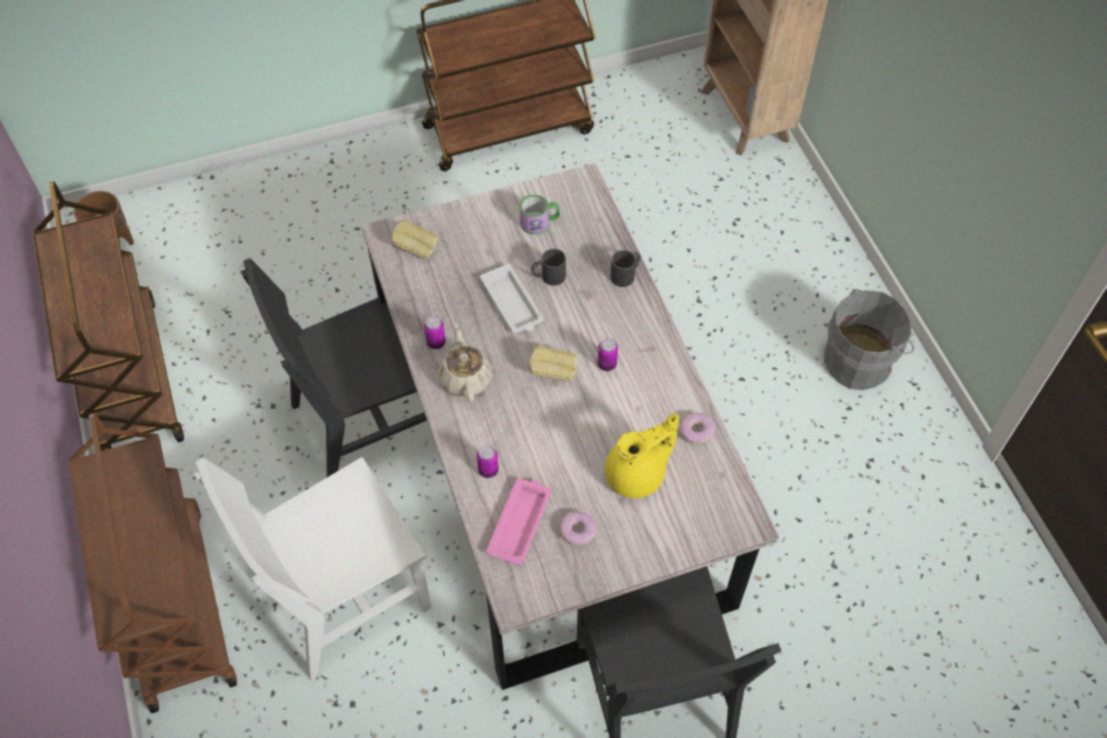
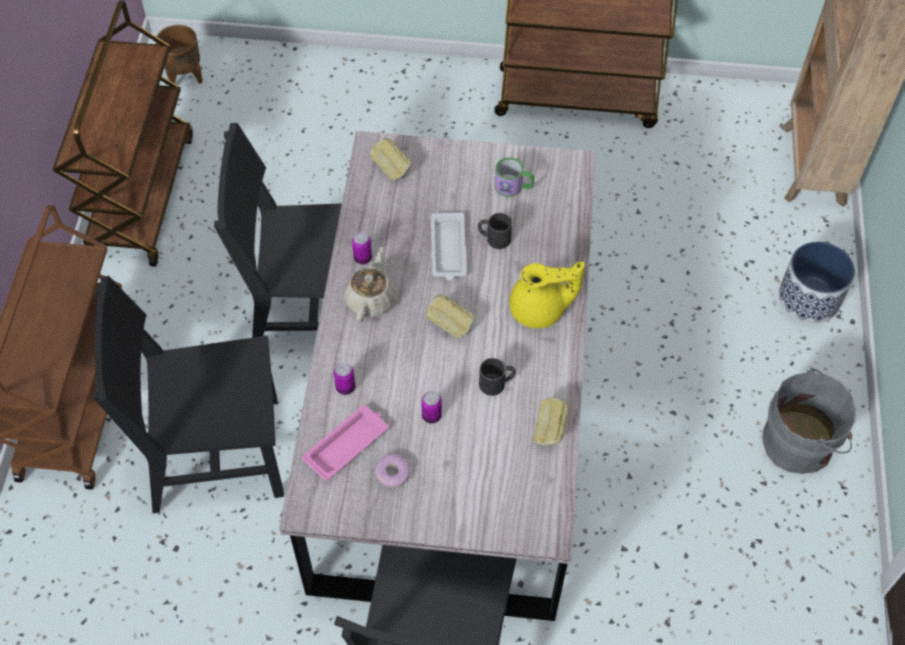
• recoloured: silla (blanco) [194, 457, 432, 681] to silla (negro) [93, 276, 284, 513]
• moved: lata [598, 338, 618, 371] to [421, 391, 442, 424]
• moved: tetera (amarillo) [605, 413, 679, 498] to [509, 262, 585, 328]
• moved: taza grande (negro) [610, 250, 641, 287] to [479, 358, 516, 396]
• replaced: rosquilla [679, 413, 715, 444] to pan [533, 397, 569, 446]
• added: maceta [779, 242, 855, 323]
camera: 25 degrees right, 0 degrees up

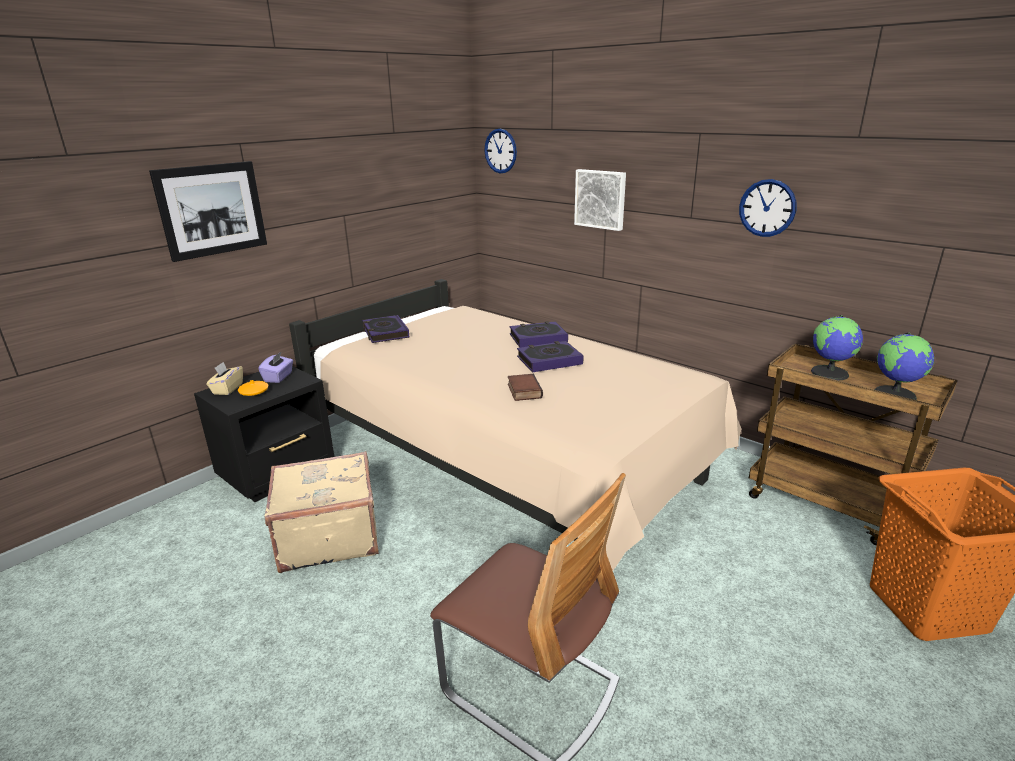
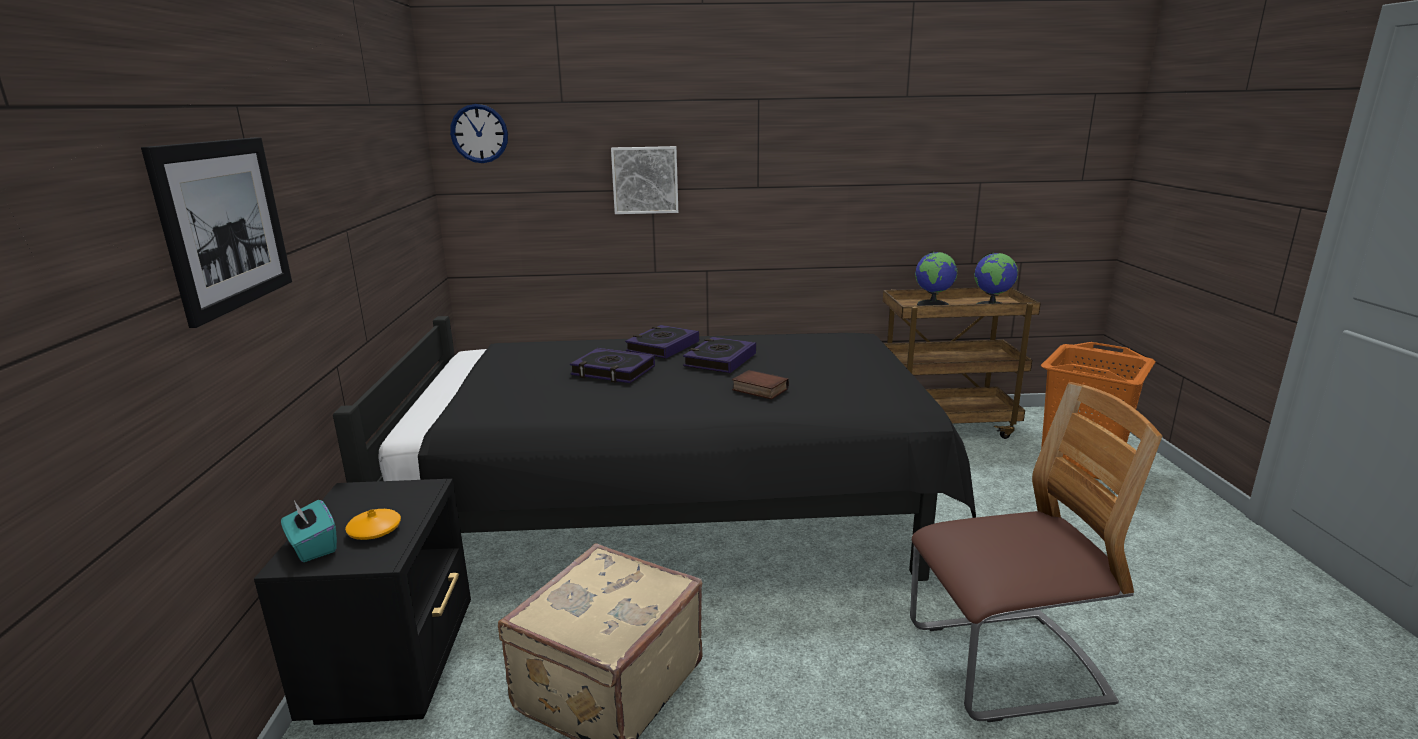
• recoloured: caja de pañuelos (beis) [206, 362, 243, 395] to caja de pañuelos (turquesa) [281, 500, 337, 562]
• removed: caja de pañuelos (morado) [258, 351, 293, 383]
• recoloured: cama (beis) [289, 279, 741, 571] to cama (negro) [333, 316, 976, 581]
• moved: libro [362, 315, 409, 343] to [570, 348, 655, 383]
• removed: reloj de pared [739, 179, 797, 237]
camera: 45 degrees left, 5 degrees down

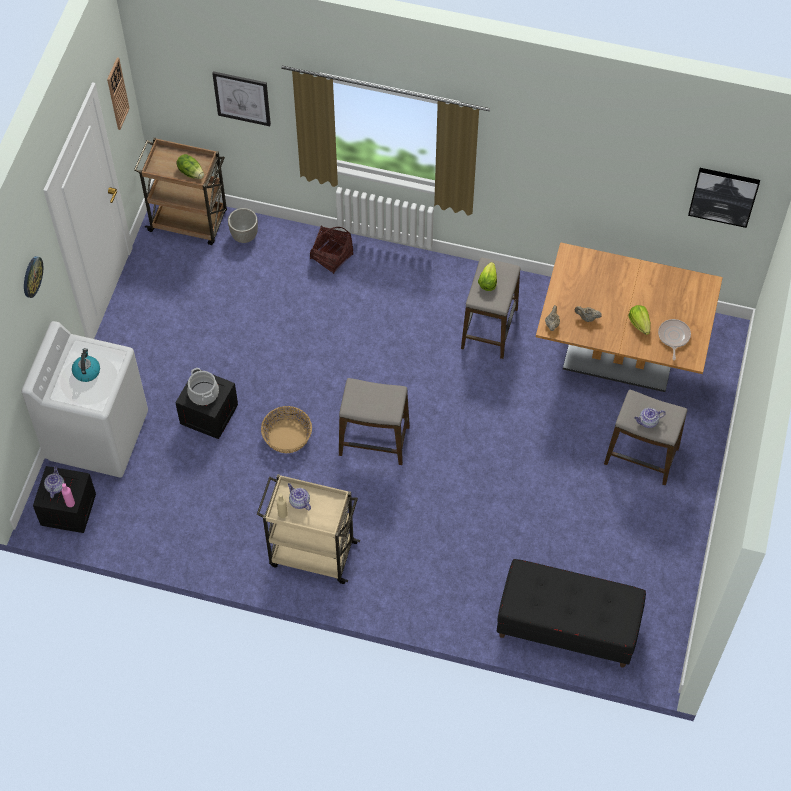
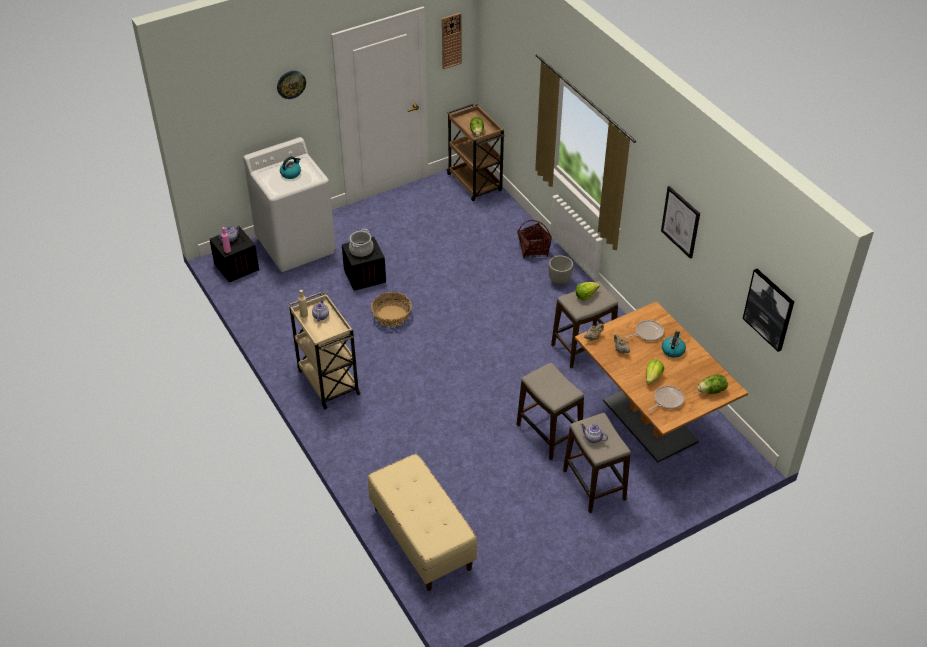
• moved: cuadro [212, 71, 271, 126] to [661, 186, 700, 259]
• moved: maceta [228, 208, 258, 243] to [549, 256, 573, 285]
• moved: taburete [339, 378, 410, 465] to [517, 363, 584, 460]
• recoloured: banco (negro) [497, 559, 646, 668] to banco (beis) [368, 454, 478, 591]
• added: sartén [625, 320, 664, 341]
• added: hervidor [662, 331, 686, 358]
• added: lechuga [697, 375, 728, 394]
camera: 45 degrees right, 15 degrees down

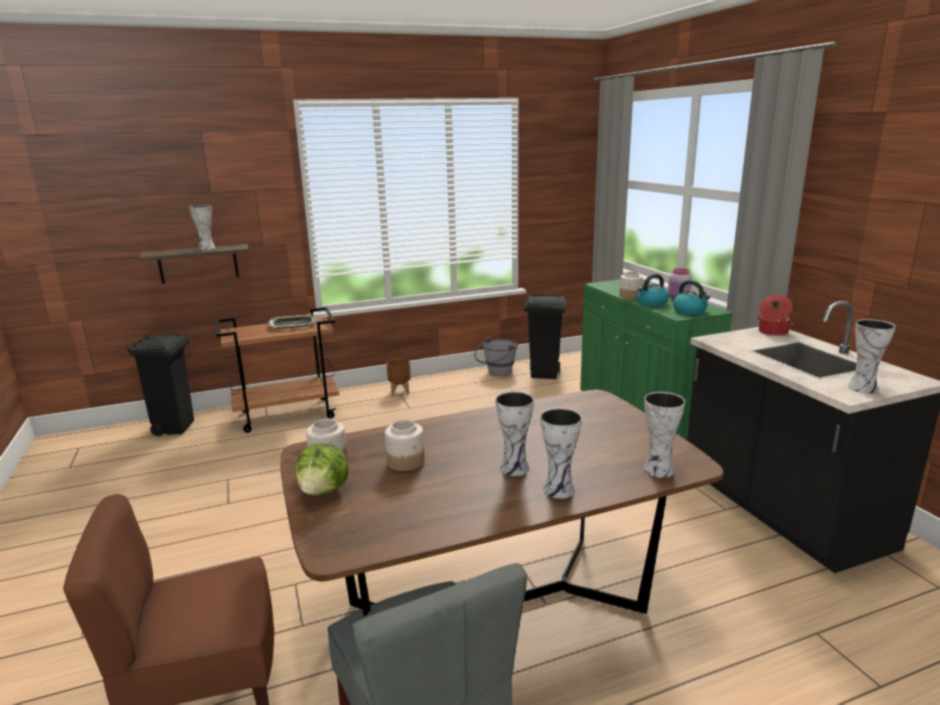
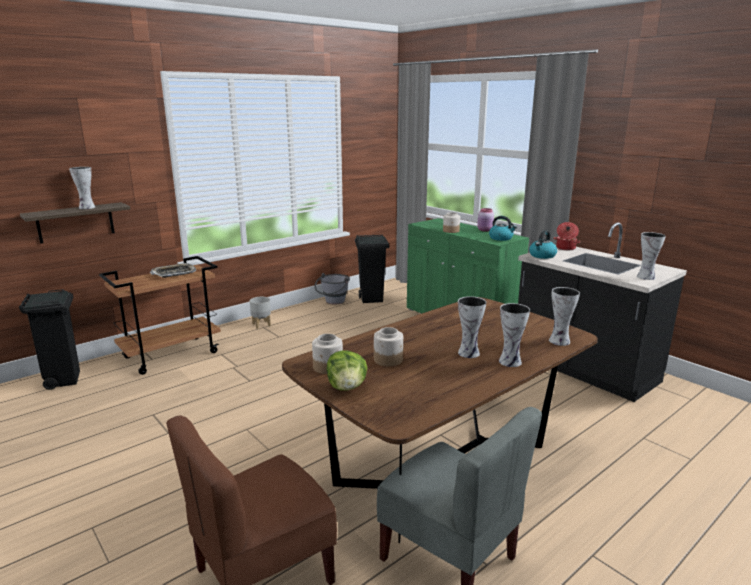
• recoloured: maceta (marrón) [387, 359, 411, 396] to maceta (gris) [250, 297, 271, 329]
• moved: hervidor [637, 274, 669, 307] to [529, 230, 557, 259]
camera: 20 degrees left, 0 degrees up

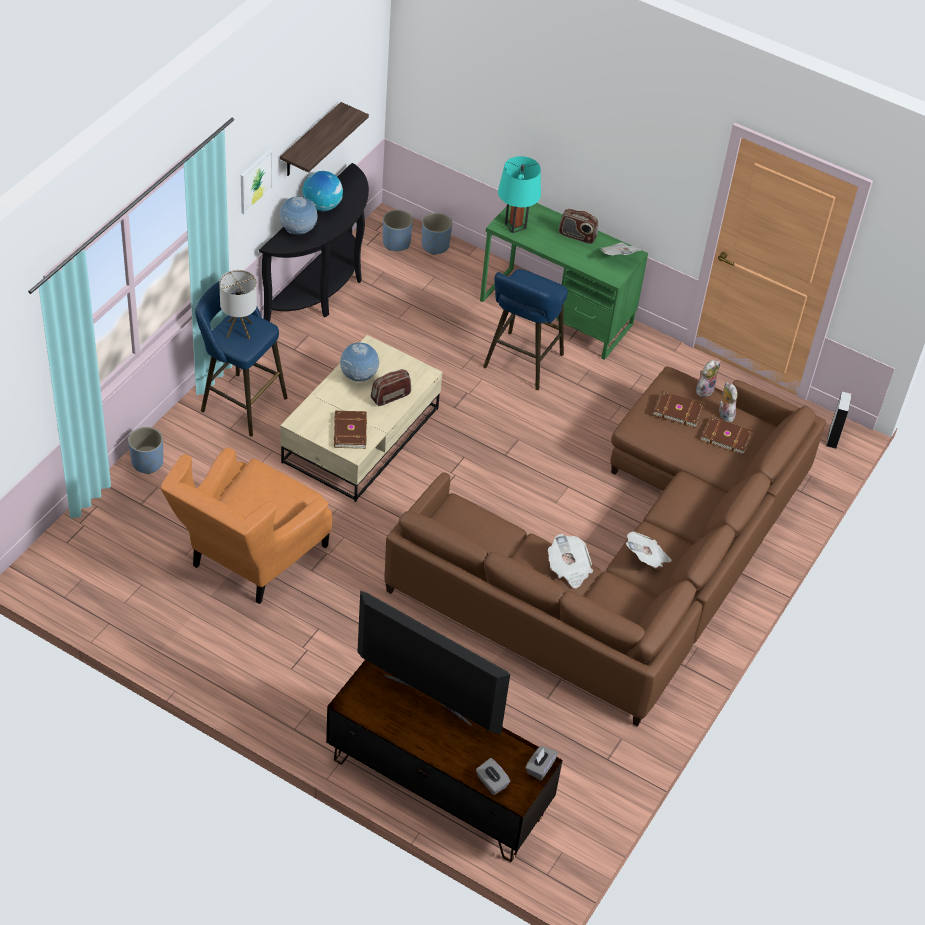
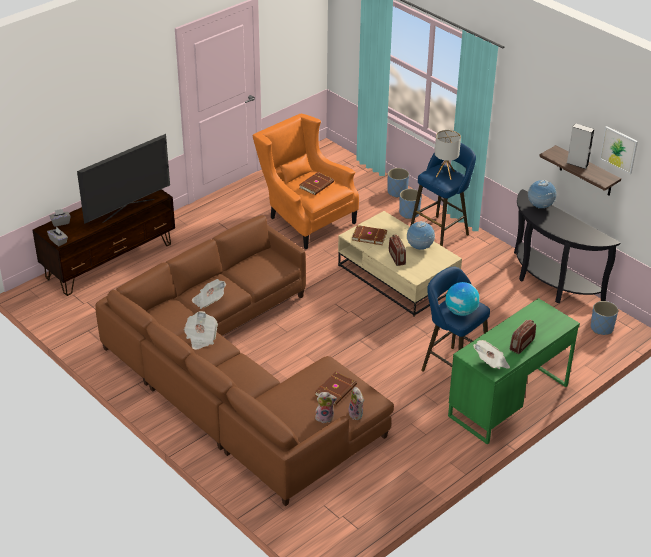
• moved: cuadro [241, 149, 273, 214] to [600, 126, 638, 174]
• moved: globo terráqueo [303, 171, 343, 211] to [445, 282, 479, 316]
• moved: maceta (azul) [422, 213, 452, 255] to [399, 189, 422, 219]
• removed: lámpara de mesa (turquesa) [498, 156, 541, 233]
• moved: libro (marrón) [701, 416, 753, 455] to [299, 172, 334, 195]
• moved: altavoz (gris) [826, 392, 852, 449] to [567, 123, 594, 169]
camera: 110 degrees right, 10 degrees down

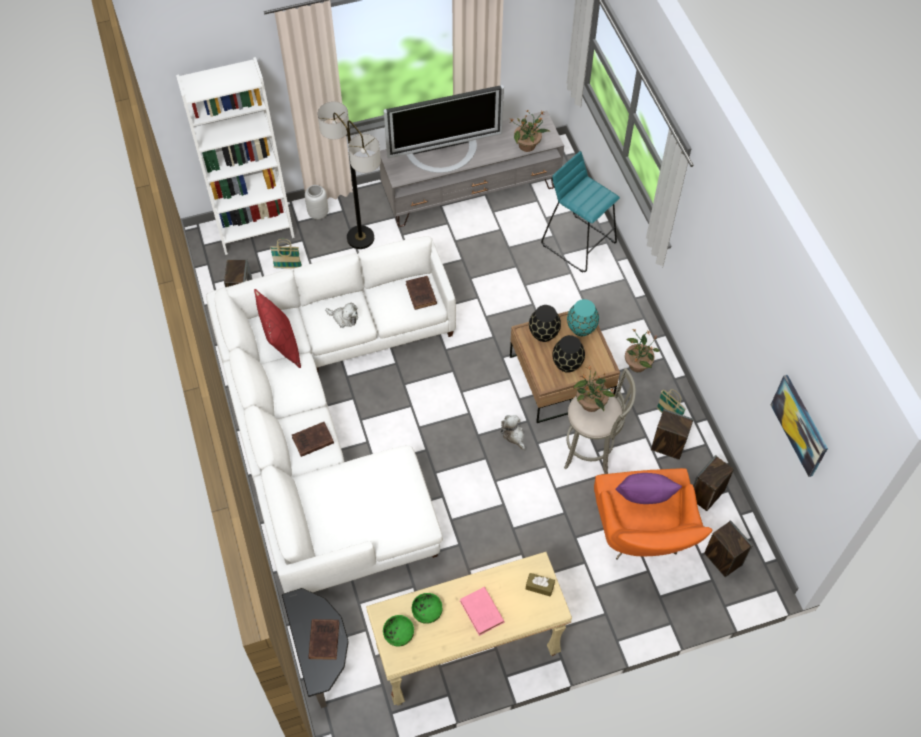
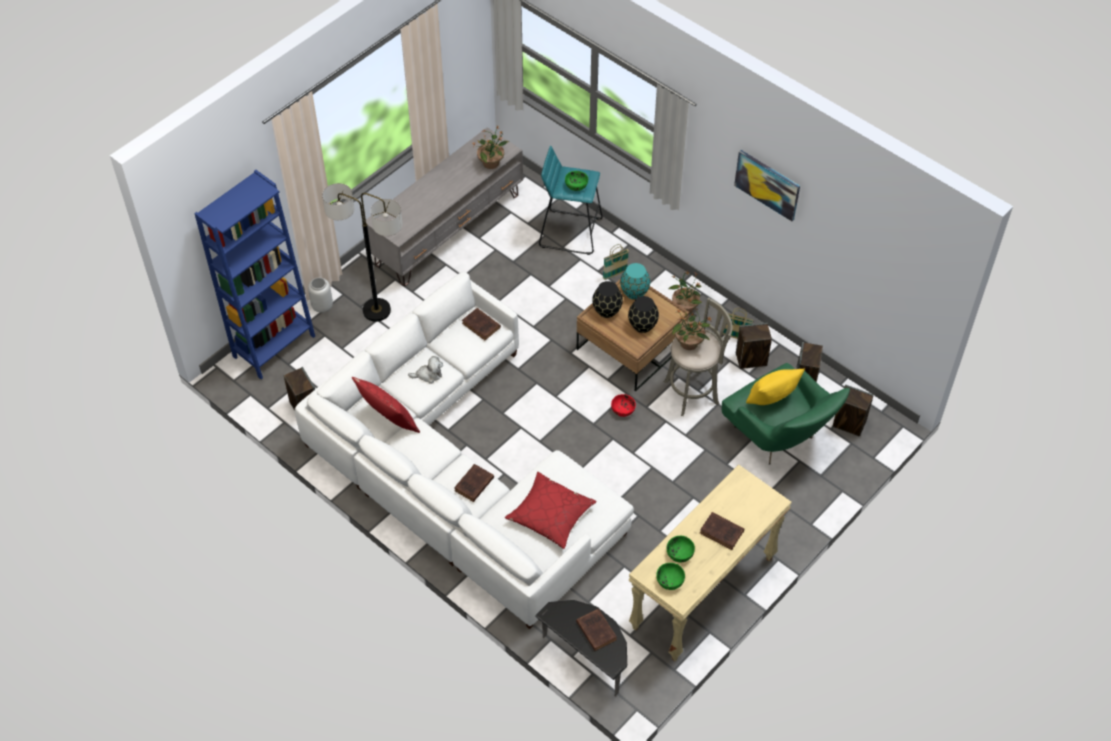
• recoloured: estantería (blanco) [176, 57, 295, 255] to estantería (azul) [194, 170, 315, 379]
• moved: cesta [270, 239, 302, 268] to [603, 244, 629, 280]
• removed: televisor [384, 85, 504, 173]
• recoloured: libro (rosa) [460, 587, 504, 636] to libro (marrón) [700, 512, 744, 550]
• replaced: peluche [501, 415, 525, 450] to cuenco (rojo) [611, 394, 636, 417]
• removed: caja de pañuelos (marrón) [526, 573, 555, 597]
• recoloured: sillón (naranja) [594, 468, 712, 560] to sillón (verde) [722, 363, 850, 465]
• recoloured: cojín (morado) [615, 473, 682, 504] to cojín (amarillo) [746, 369, 805, 405]
• moved: cuadro [771, 375, 828, 477] to [734, 150, 800, 221]
• added: cojín (rojo) [505, 472, 597, 549]
• added: cuenco (verde) [565, 171, 588, 191]
camera: 30 degrees left, 5 degrees down

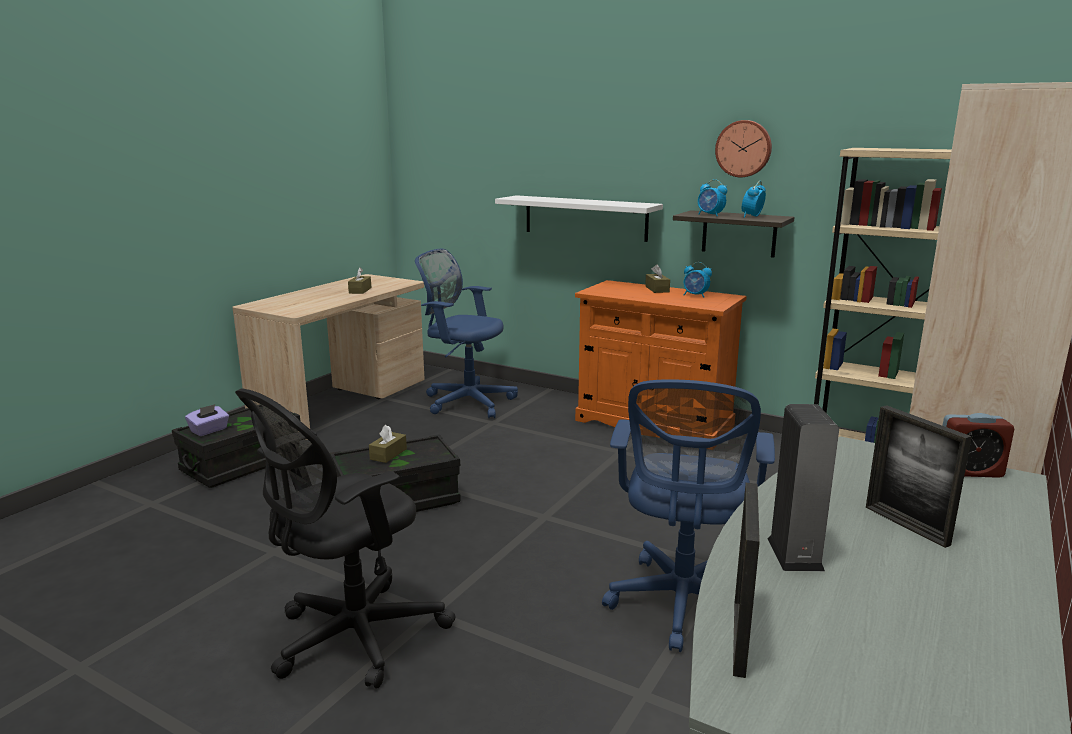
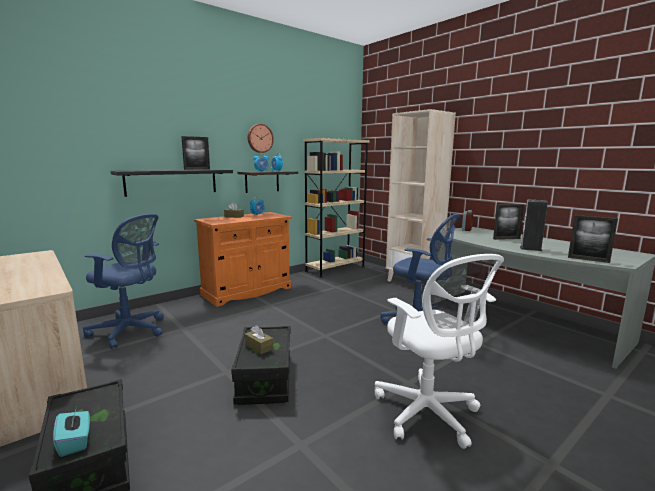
• recoloured: caja de pañuelos (morado) [185, 404, 229, 436] to caja de pañuelos (turquesa) [53, 407, 90, 457]
• recoloured: silla de oficina (negro) [235, 389, 456, 689] to silla de oficina (blanco) [375, 254, 504, 449]
• removed: caja de pañuelos (marrón) [348, 267, 371, 294]
• turned: silla de oficina (azul) [415, 249, 518, 419] = [83, 214, 164, 349] 120 degrees counterclockwise
• recoloured: estante (blanco) [495, 195, 663, 242] to estante (negro) [111, 169, 233, 197]
• added: portarretratos [181, 136, 210, 170]
camera: 70 degrees left, 5 degrees down

